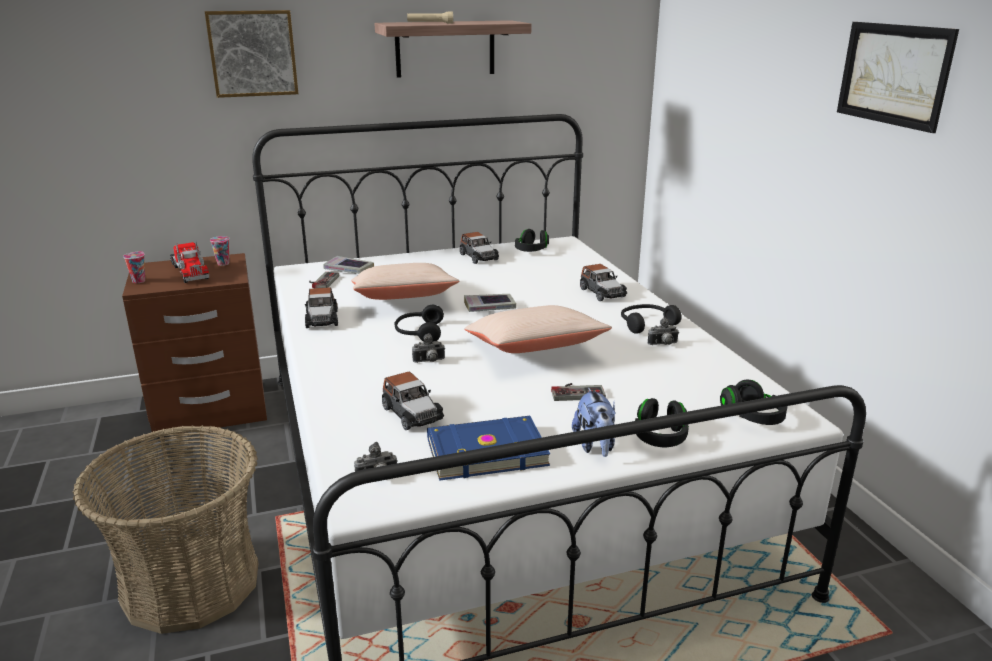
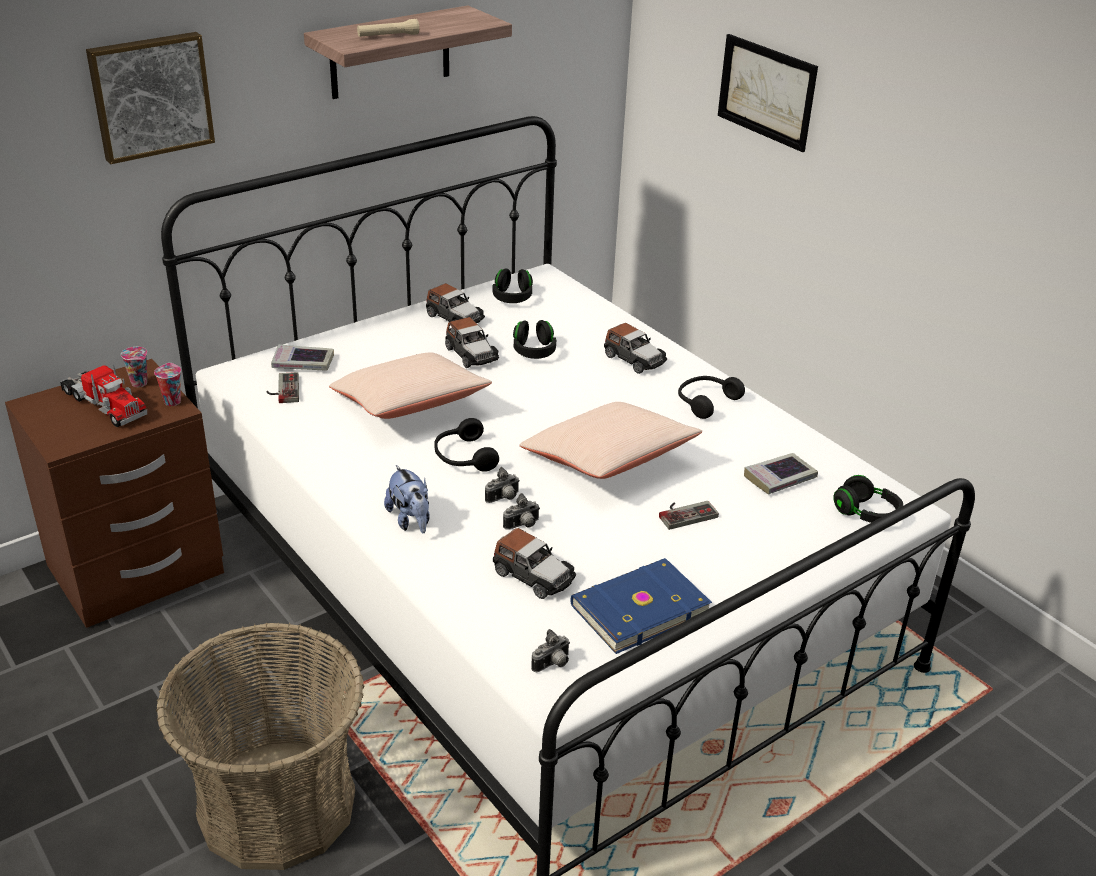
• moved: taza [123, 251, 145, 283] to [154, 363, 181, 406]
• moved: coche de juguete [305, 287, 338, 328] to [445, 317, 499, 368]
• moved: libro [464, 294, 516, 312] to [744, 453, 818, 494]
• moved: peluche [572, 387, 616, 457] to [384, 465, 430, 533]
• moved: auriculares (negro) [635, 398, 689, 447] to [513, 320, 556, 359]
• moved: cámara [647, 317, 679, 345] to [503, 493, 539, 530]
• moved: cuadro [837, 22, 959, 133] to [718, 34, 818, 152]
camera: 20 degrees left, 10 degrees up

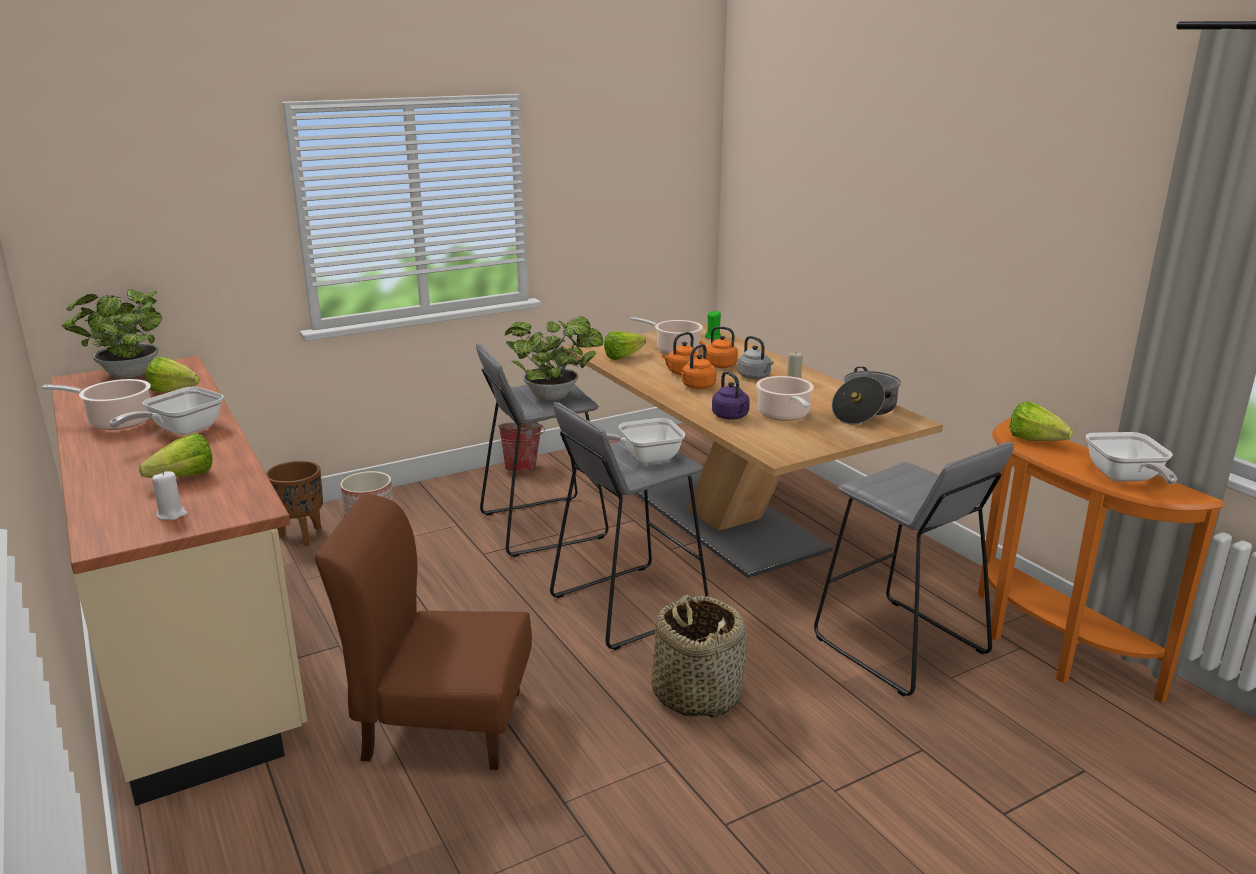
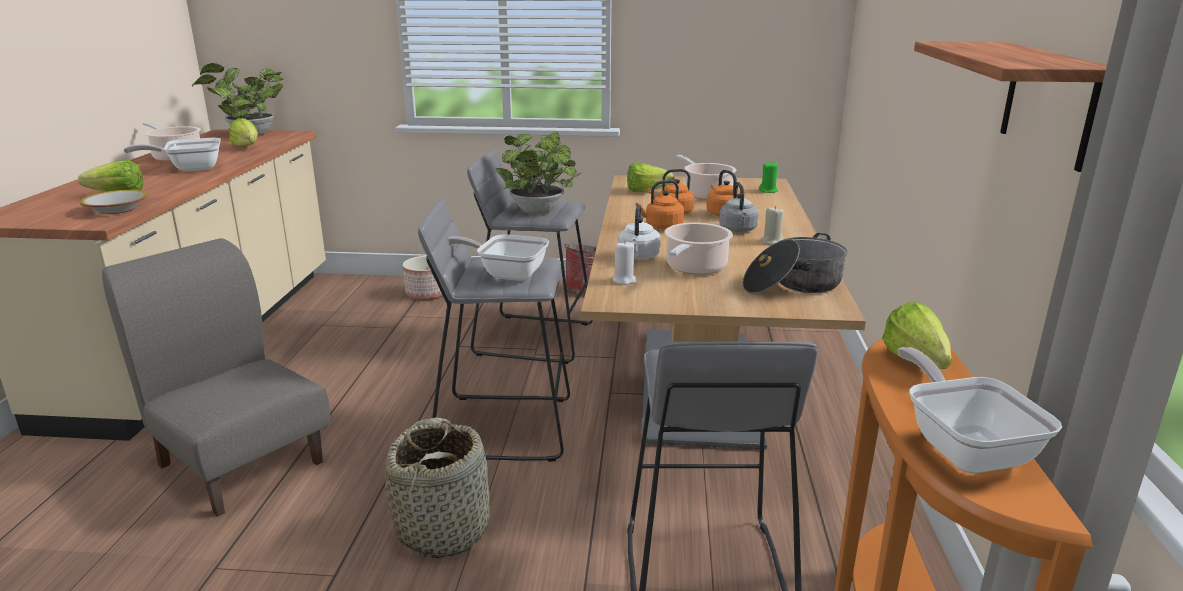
• moved: vela (blanco) [152, 471, 187, 520] to [613, 240, 637, 285]
• removed: maceta (marrón) [266, 461, 323, 547]
• recoloured: silla (marrón) [315, 494, 532, 770] to silla (gris) [102, 238, 330, 517]
• recoloured: hervidor (morado) [712, 371, 750, 419] to hervidor (blanco) [618, 204, 661, 260]
• turned: sartén [1086, 432, 1177, 485] = [898, 347, 1062, 474] 135 degrees clockwise
• added: cuenco [80, 190, 148, 214]
• added: estante [914, 41, 1107, 172]
camera: 35 degrees right, 0 degrees up

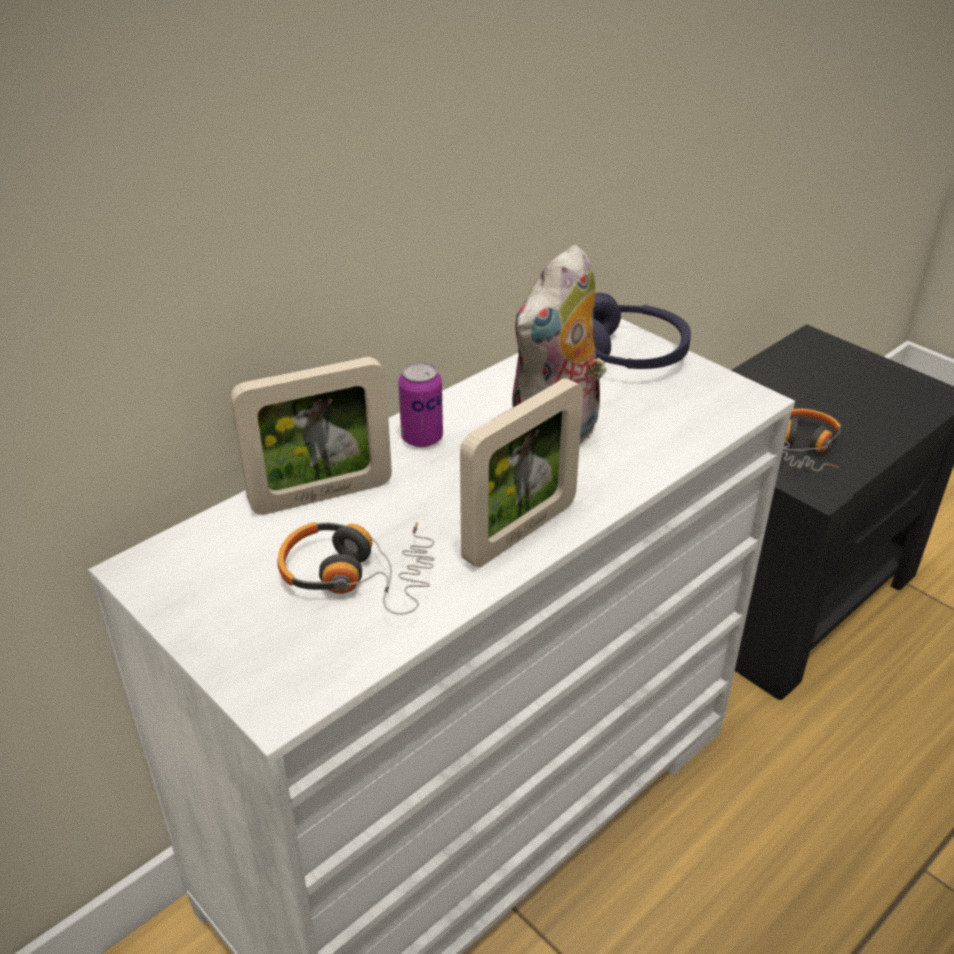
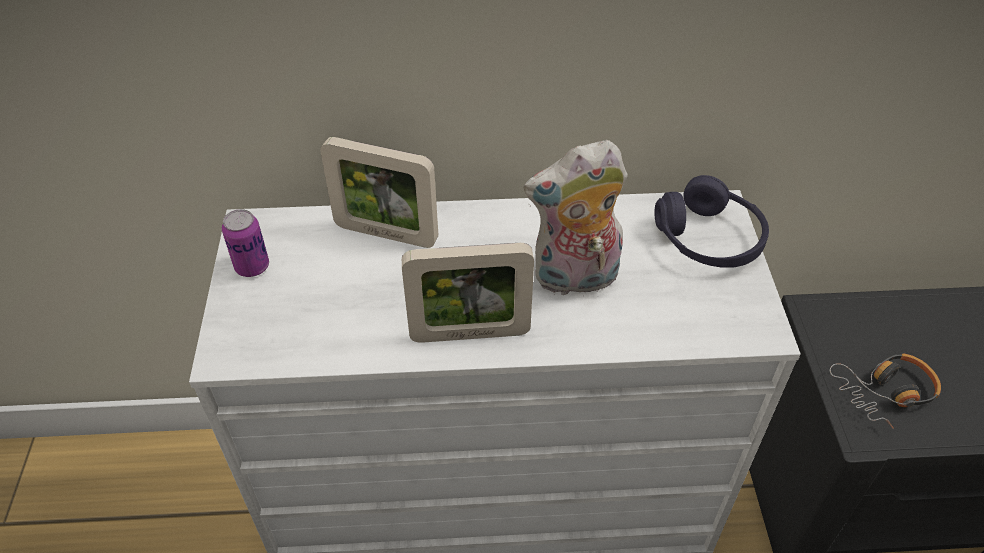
• removed: auriculares [278, 522, 435, 615]
• moved: lata [398, 362, 443, 447] to [222, 209, 269, 277]
camera: 40 degrees right, 10 degrees up

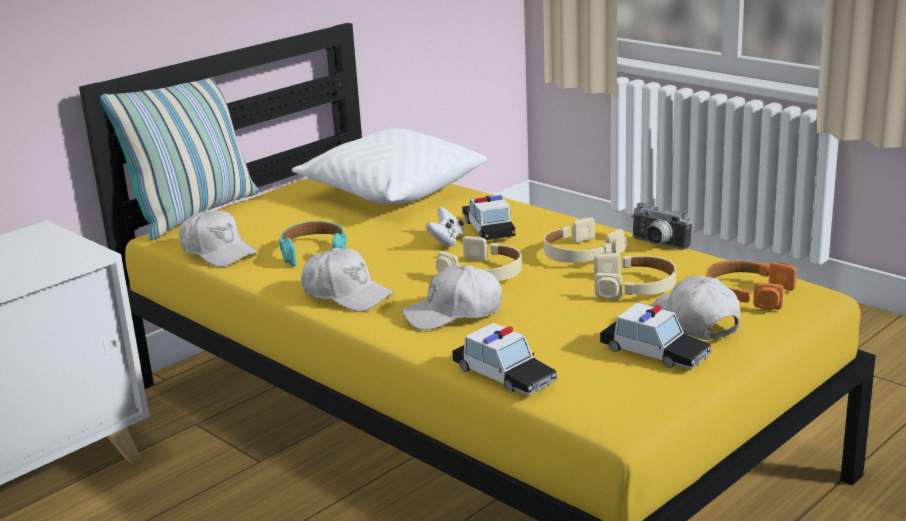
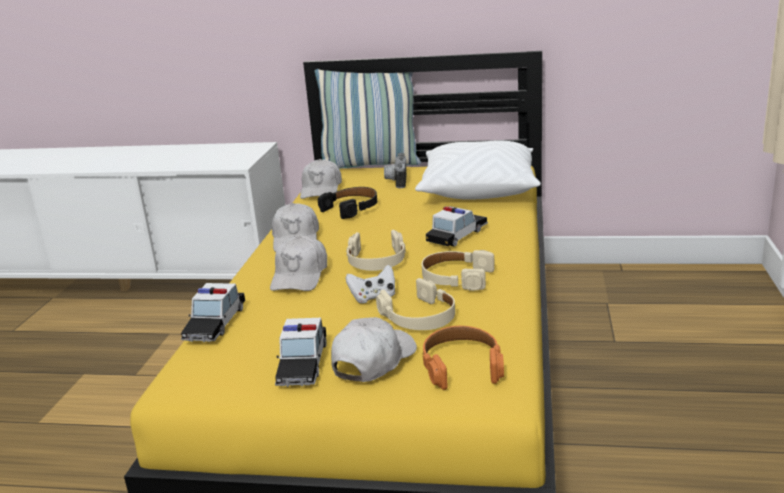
• recoloured: auriculares (turquesa) [279, 221, 346, 266] to auriculares (negro) [318, 187, 377, 219]
• turned: gorra (blanco) [402, 265, 502, 330] = [270, 236, 327, 291] 120 degrees counterclockwise
• moved: mando de consola (blanco) [425, 207, 464, 247] to [345, 265, 395, 303]
• moved: cámara [631, 203, 692, 250] to [384, 153, 406, 188]
camera: 55 degrees right, 0 degrees up

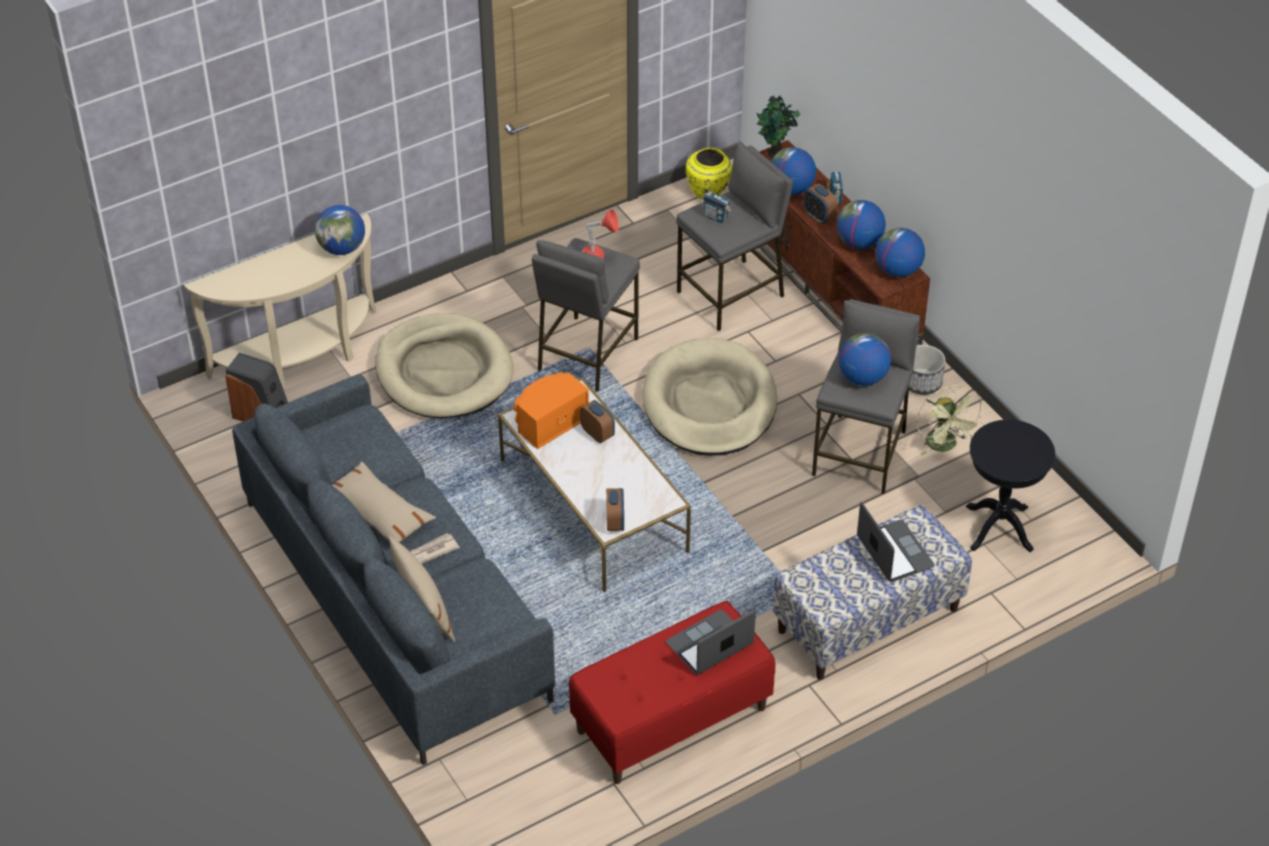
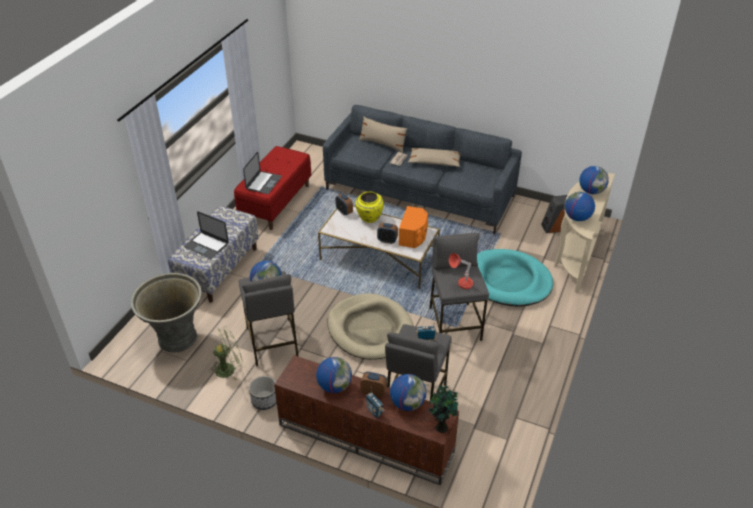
• recoloured: cama para perro (beis) [375, 313, 513, 418] to cama para perro (turquesa) [477, 249, 553, 307]
• moved: florero (amarillo) [686, 148, 732, 199] to [355, 191, 384, 223]
• moved: globo terráqueo [875, 228, 925, 277] to [579, 166, 609, 194]
• turned: ventilador (verde) [917, 385, 985, 456] = [209, 326, 243, 381] 120 degrees clockwise
• replaced: mesa auxiliar (negro) [966, 420, 1055, 552] to maceta (gris) [131, 273, 202, 353]
camera: 145 degrees right, 5 degrees down

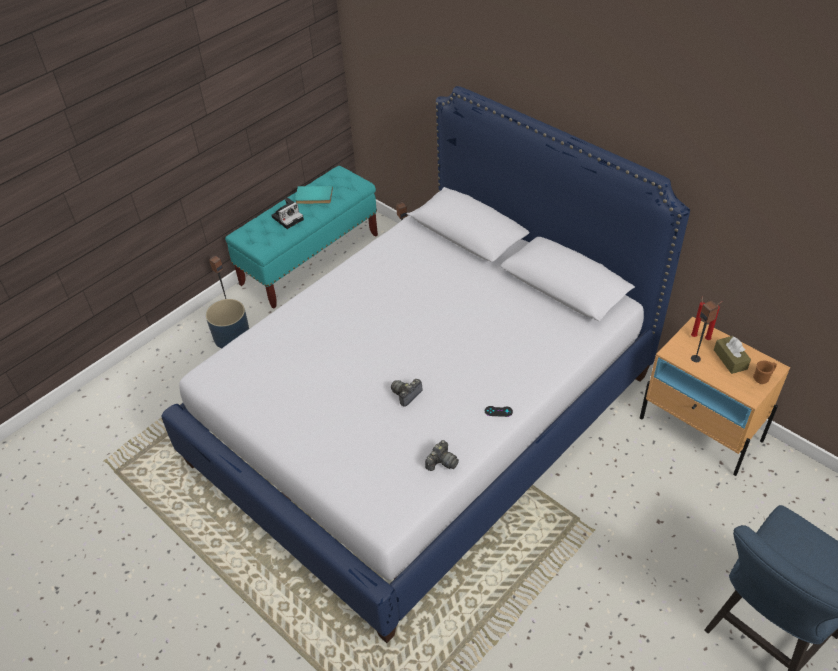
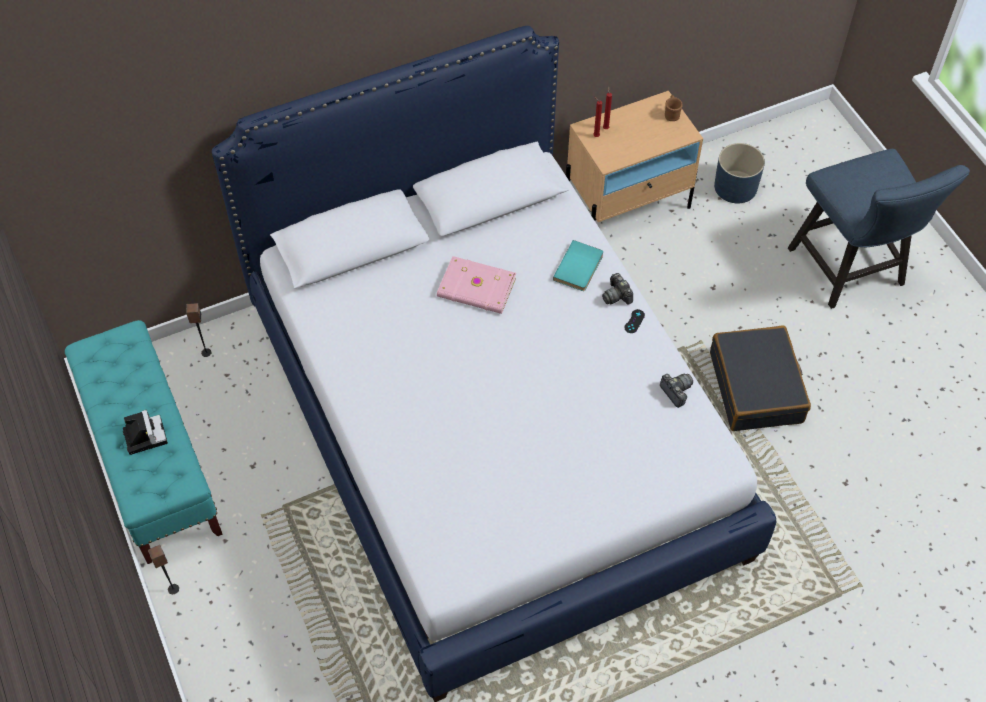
• moved: maceta (azul) [206, 299, 249, 349] to [714, 143, 765, 203]
• moved: libro (turquesa) [295, 186, 333, 204] to [553, 240, 603, 291]
• moved: cámara [391, 379, 423, 407] to [602, 273, 633, 305]
• removed: altavoz [691, 301, 719, 362]
• removed: caja de pañuelos (marrón) [714, 336, 751, 374]
• added: libro (rosa) [437, 256, 516, 314]
• added: maleta (negro) [710, 326, 811, 431]
camera: 70 degrees left, 10 degrees up

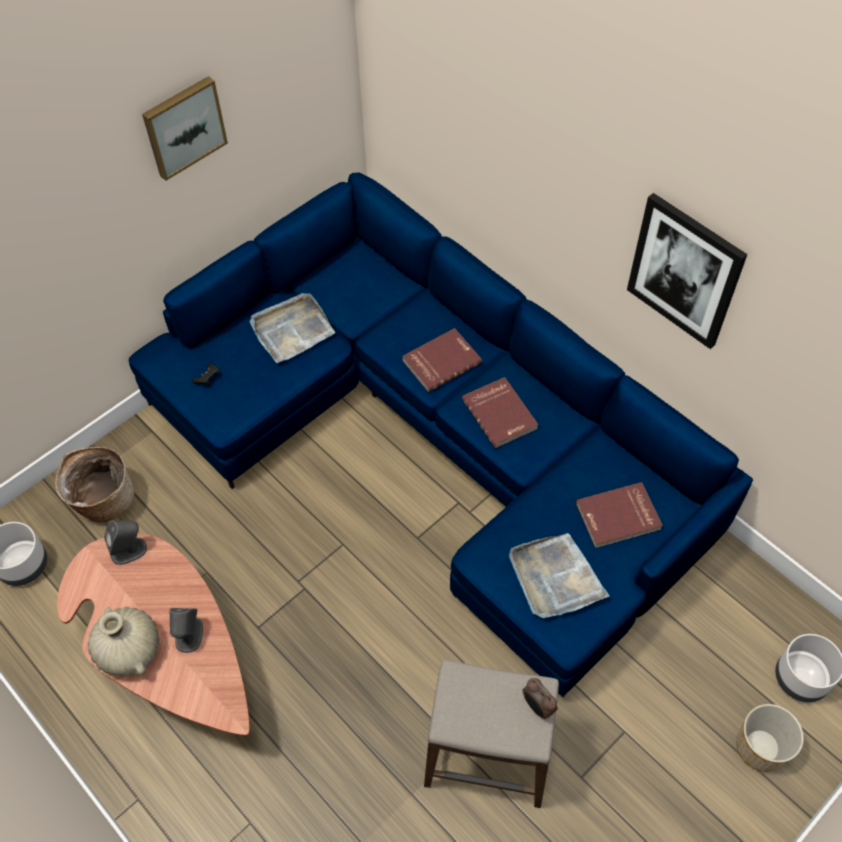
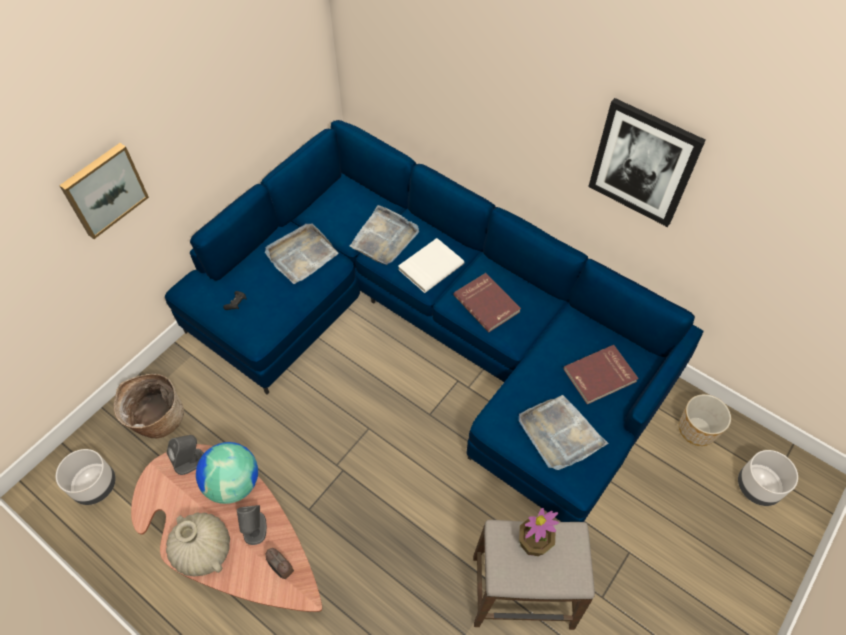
• moved: cuadro [142, 76, 228, 181] to [59, 143, 149, 239]
• recoloured: libro (rojo) [402, 328, 482, 392] to libro (blanco) [398, 238, 464, 293]
• moved: despertador [523, 678, 558, 719] to [266, 548, 294, 579]
• moved: maceta [736, 704, 804, 772] to [679, 394, 731, 446]
• added: globo terráqueo [196, 442, 258, 504]
• added: bandeja (gris) [350, 205, 419, 265]
• added: planta en maceta [519, 508, 559, 556]
camera: 10 degrees left, 0 degrees up

